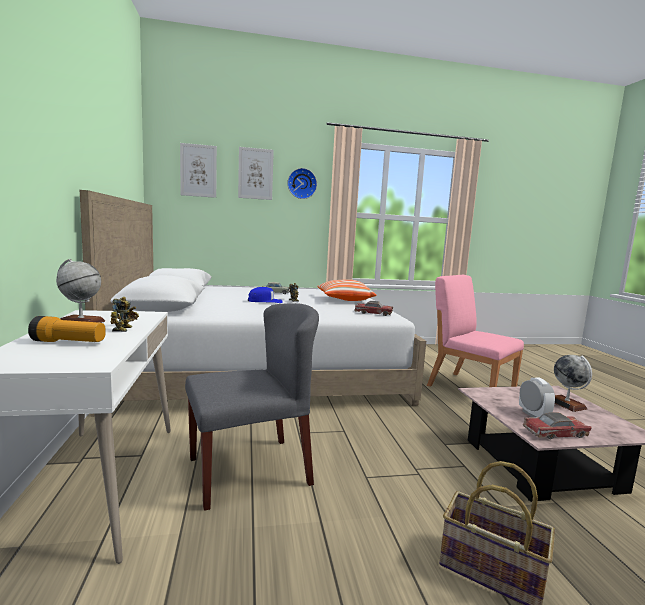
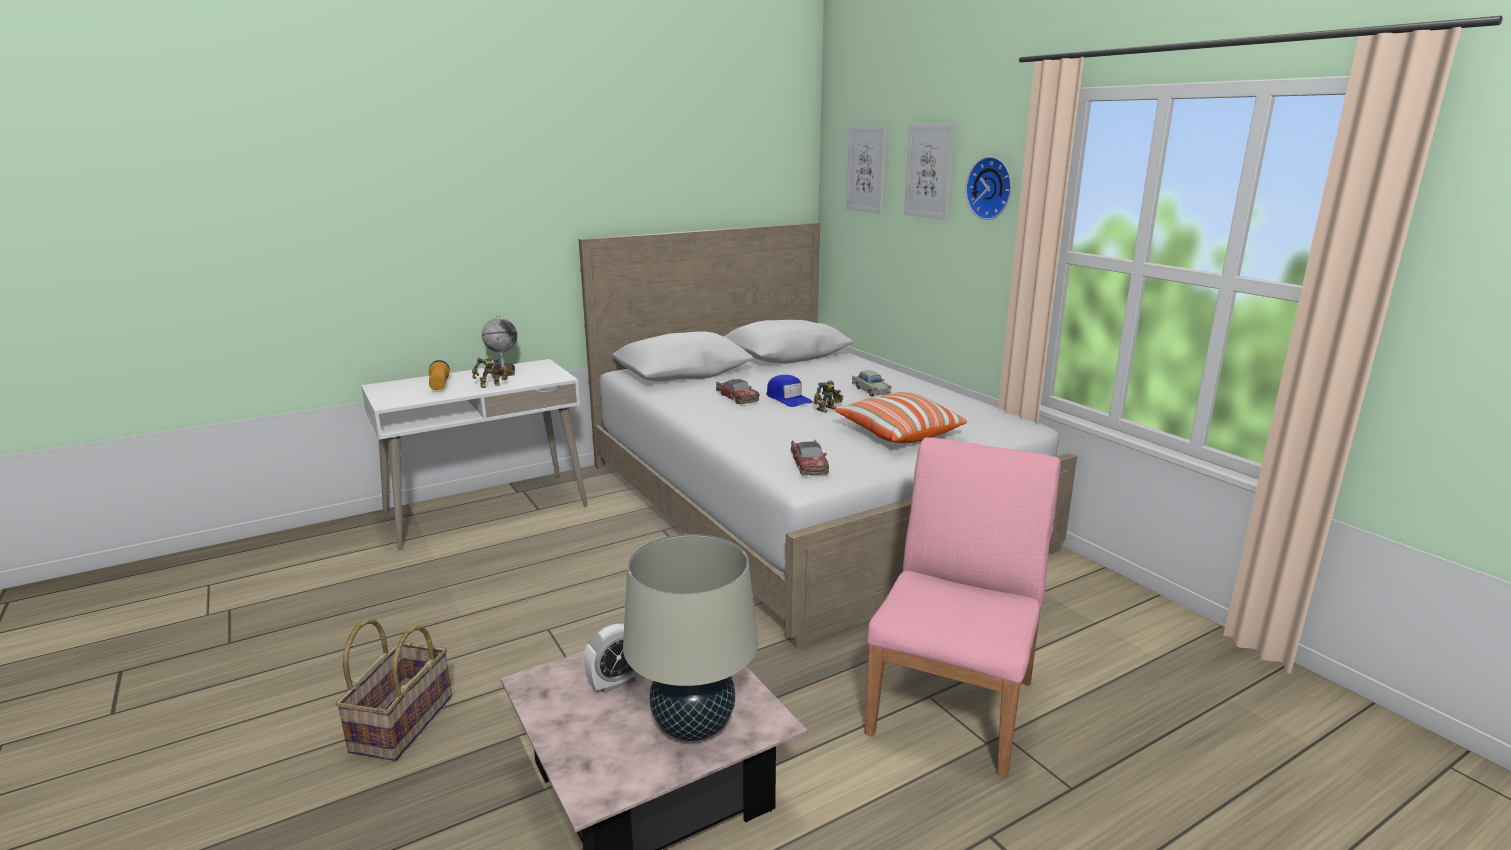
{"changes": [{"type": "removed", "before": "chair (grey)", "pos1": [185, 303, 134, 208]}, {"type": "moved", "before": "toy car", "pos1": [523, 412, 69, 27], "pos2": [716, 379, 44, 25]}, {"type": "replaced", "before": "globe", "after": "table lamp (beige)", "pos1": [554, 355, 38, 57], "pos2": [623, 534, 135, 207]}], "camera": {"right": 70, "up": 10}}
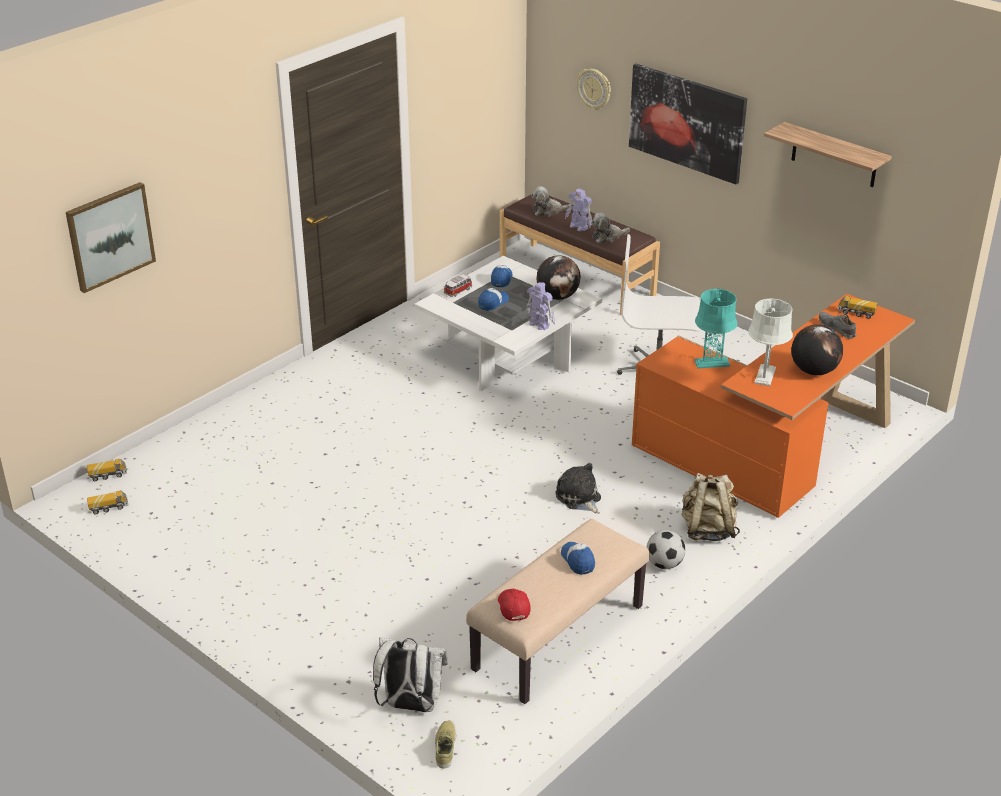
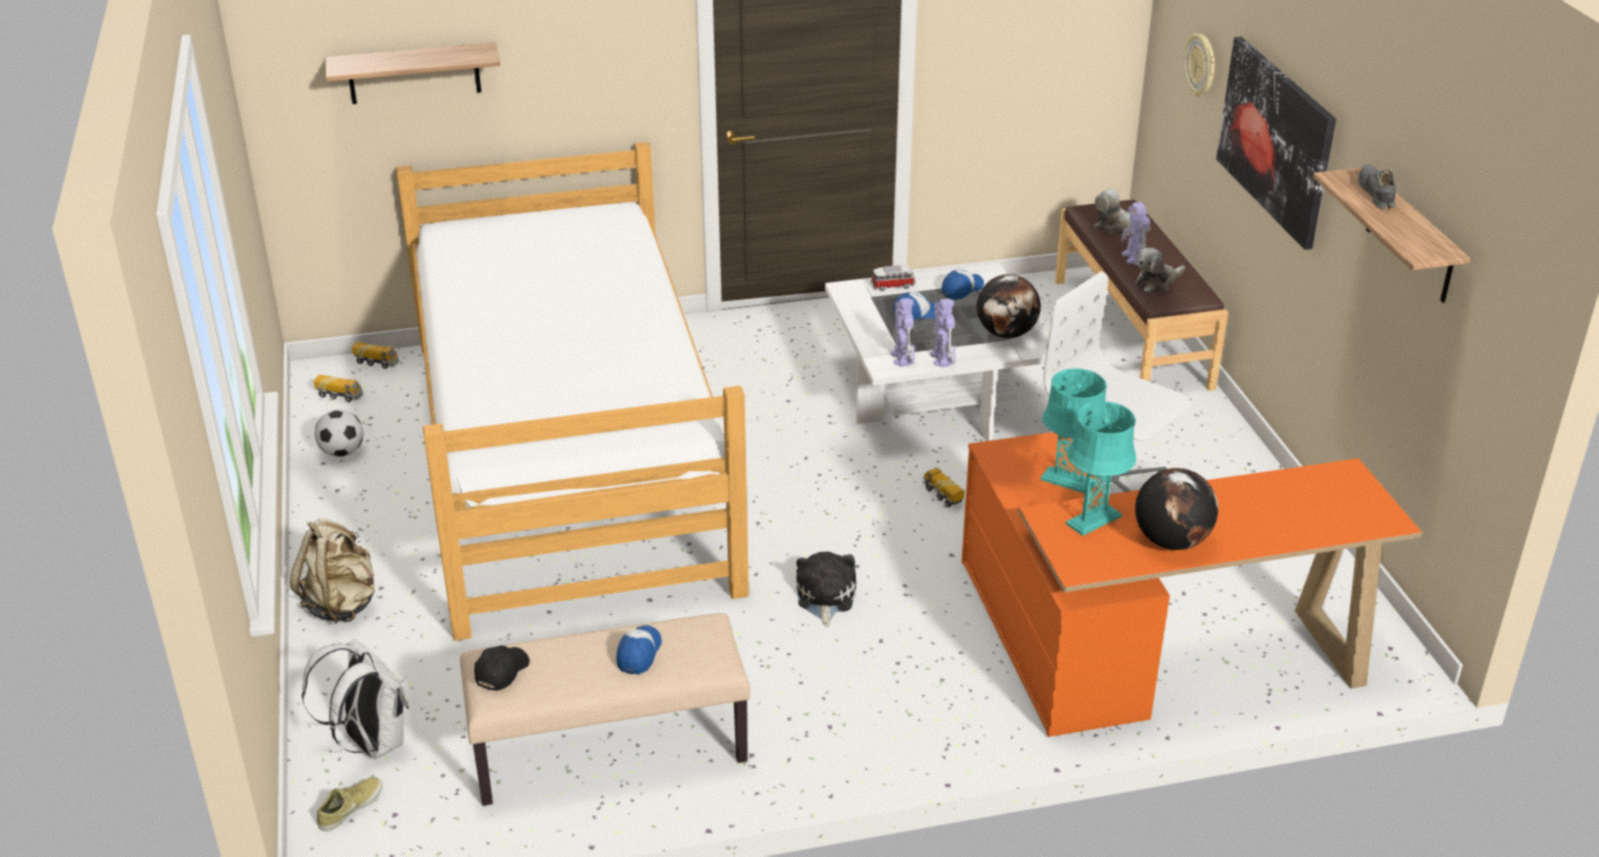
{"changes": [{"type": "replaced", "before": "picture", "after": "shelf", "pos1": [66, 182, 90, 111], "pos2": [325, 42, 175, 62]}, {"type": "recoloured", "before": "cap (red)", "after": "cap (black)", "pos1": [498, 589, 33, 32], "pos2": [474, 645, 56, 46]}, {"type": "turned", "before": "plush toy", "pos1": [591, 213, 39, 30], "pos2": [1135, 248, 50, 45], "turn": -45}, {"type": "moved", "before": "football", "pos1": [646, 530, 39, 39], "pos2": [315, 410, 48, 47]}, {"type": "moved", "before": "backpack (beige)", "pos1": [681, 473, 59, 68], "pos2": [290, 518, 85, 106]}, {"type": "recoloured", "before": "table lamp (white)", "after": "table lamp (turquoise)", "pos1": [748, 298, 45, 88], "pos2": [1066, 401, 70, 135]}, {"type": "moved", "before": "shoe (grey)", "pos1": [819, 312, 37, 27], "pos2": [1358, 165, 38, 43]}, {"type": "moved", "before": "toy truck", "pos1": [838, 296, 40, 23], "pos2": [923, 467, 42, 40]}, {"type": "added", "after": "bed", "pos2": [396, 142, 353, 499]}, {"type": "added", "after": "toy robot", "pos2": [891, 298, 24, 69]}], "camera": {"right": 35, "up": 0}}
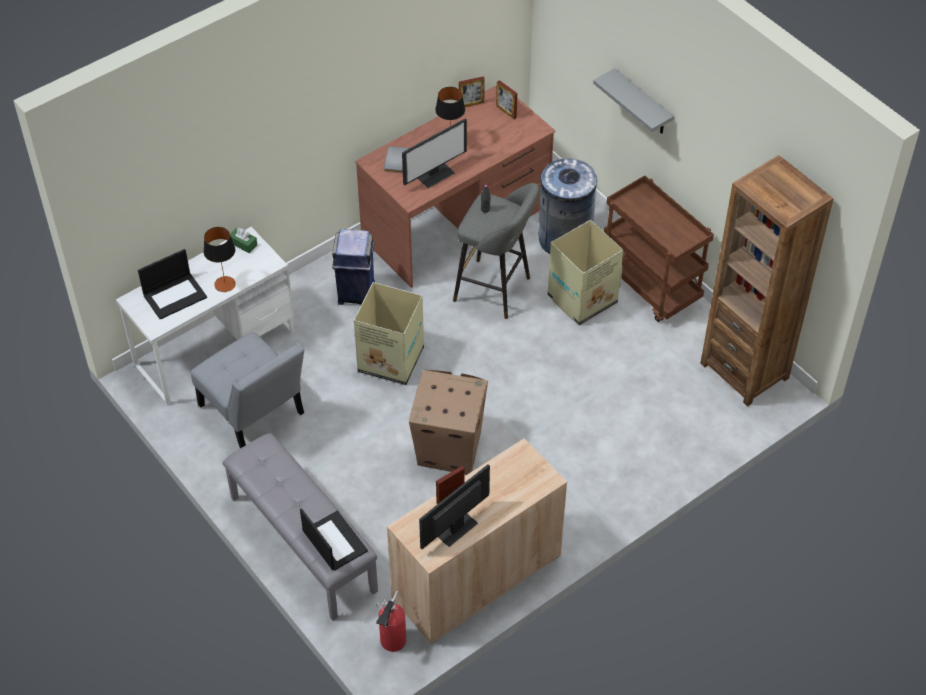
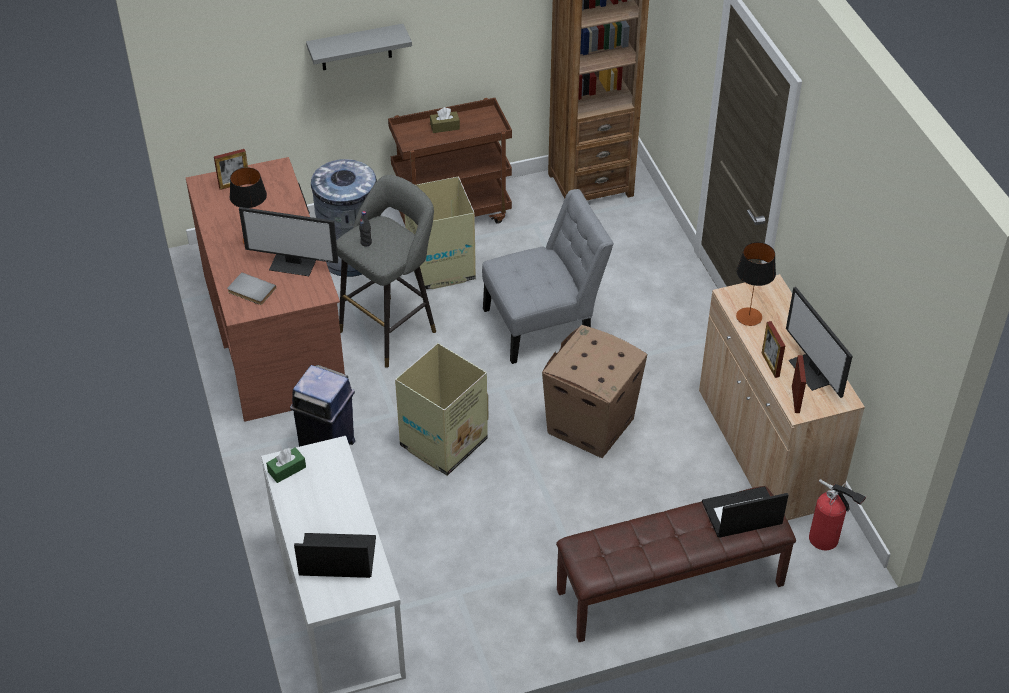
{"changes": [{"type": "turned", "before": "laptop", "pos1": [138, 249, 69, 70], "pos2": [294, 533, 82, 45], "turn": -75}, {"type": "moved", "before": "chair (grey)", "pos1": [191, 332, 114, 116], "pos2": [482, 189, 132, 175]}, {"type": "moved", "before": "table lamp", "pos1": [204, 227, 32, 65], "pos2": [736, 242, 40, 84]}, {"type": "recoloured", "before": "bench (grey)", "after": "bench (brown)", "pos1": [222, 433, 156, 188], "pos2": [556, 486, 240, 156]}, {"type": "turned", "before": "monitor", "pos1": [402, 118, 65, 70], "pos2": [239, 207, 99, 69], "turn": 120}, {"type": "moved", "before": "picture frame", "pos1": [459, 76, 26, 31], "pos2": [792, 355, 14, 58]}, {"type": "added", "after": "tissue box (brown)", "pos2": [430, 107, 30, 26]}], "camera": {"right": -70, "up": -5}}
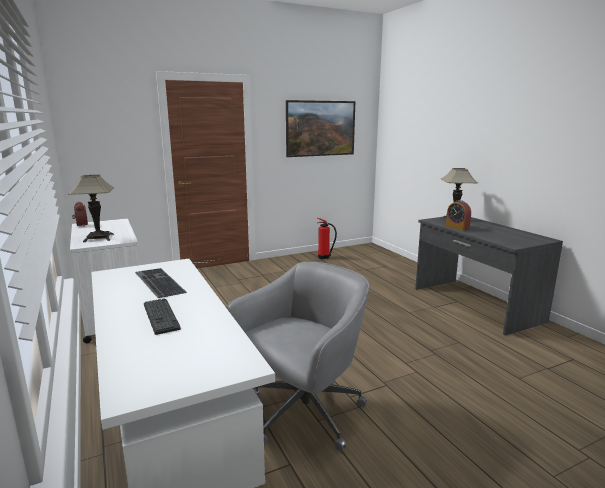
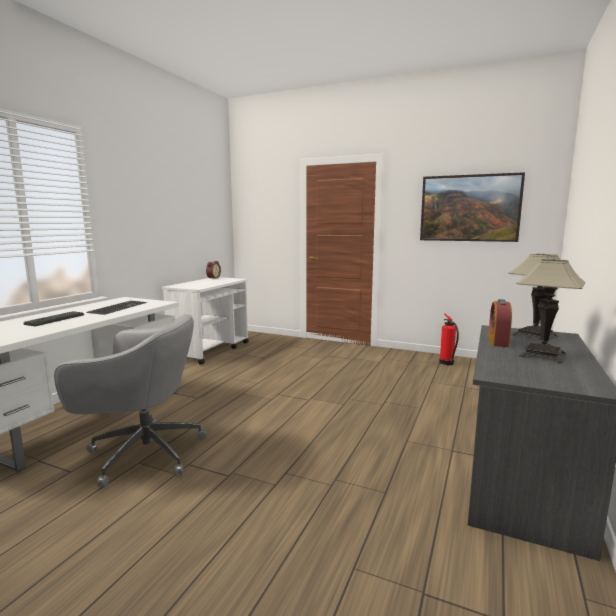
{"changes": [{"type": "moved", "before": "table lamp", "pos1": [69, 174, 45, 68], "pos2": [516, 259, 69, 104]}], "camera": {"right": 50, "up": -5}}
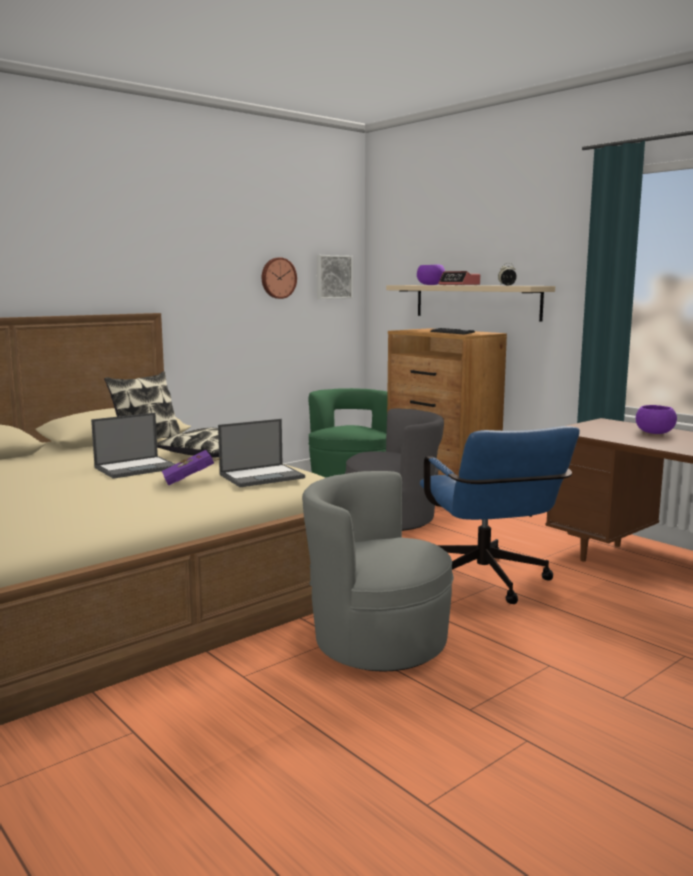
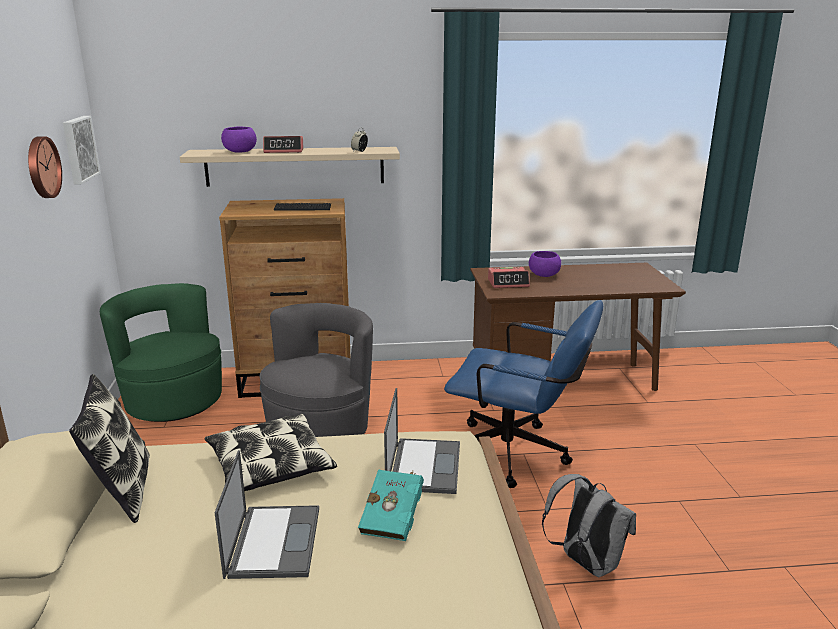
{"changes": [{"type": "recoloured", "before": "book (purple)", "after": "book (turquoise)", "pos1": [162, 450, 58, 36], "pos2": [358, 469, 66, 72]}, {"type": "replaced", "before": "armchair (grey)", "after": "backpack (grey)", "pos1": [302, 471, 152, 200], "pos2": [542, 474, 94, 103]}, {"type": "added", "after": "alarm clock", "pos2": [488, 267, 42, 21]}], "camera": {"right": -55, "up": 10}}
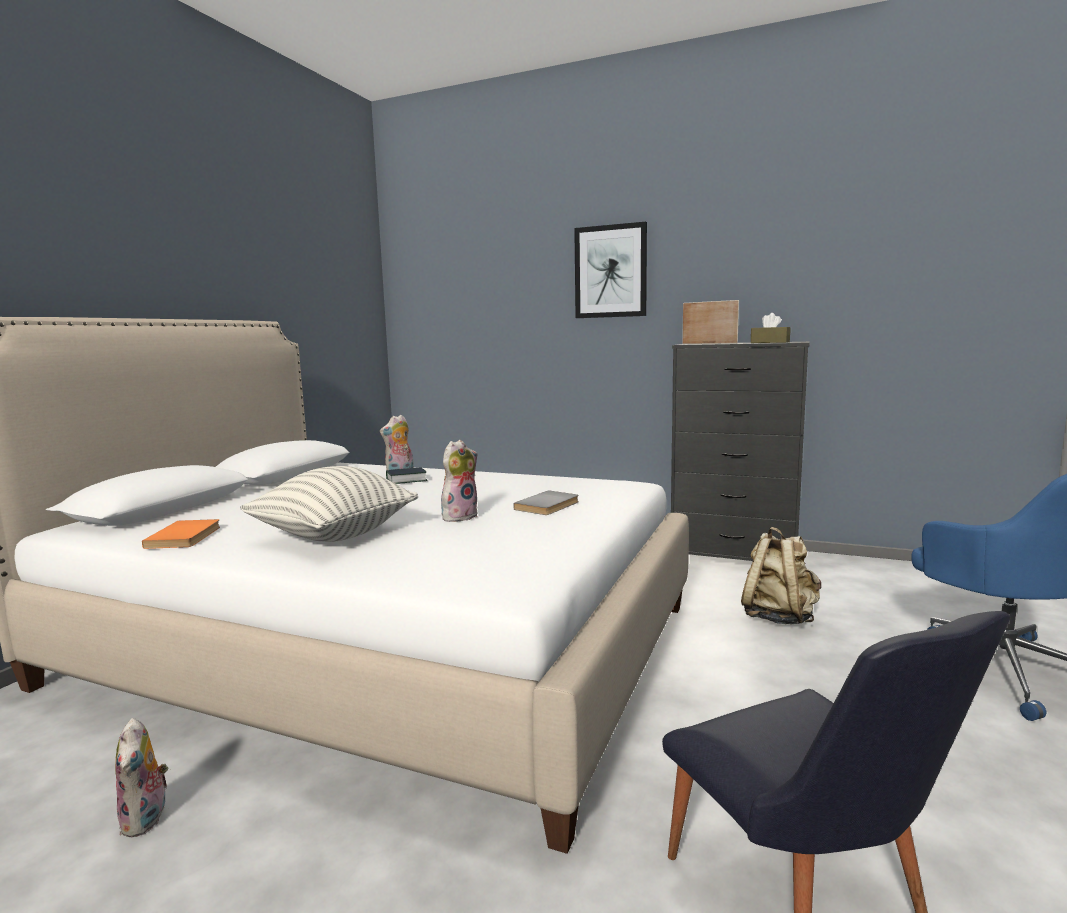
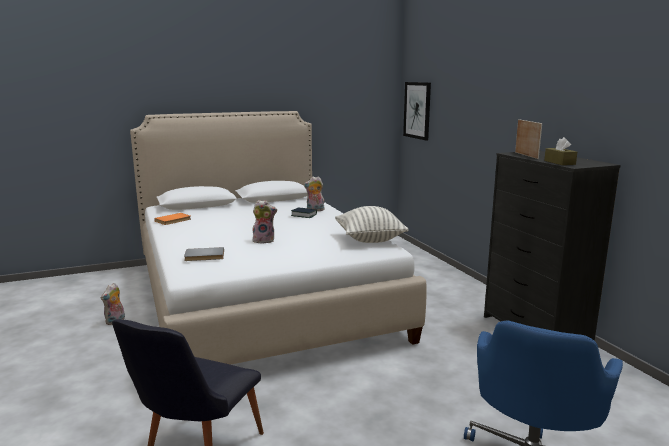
{"changes": [{"type": "moved", "before": "pillow", "pos1": [240, 466, 178, 76], "pos2": [335, 206, 73, 37]}, {"type": "moved", "before": "book (grey)", "pos1": [513, 490, 66, 25], "pos2": [184, 247, 40, 14]}, {"type": "moved", "before": "picture", "pos1": [574, 222, 73, 96], "pos2": [403, 82, 28, 58]}, {"type": "removed", "before": "backpack (beige)", "pos1": [741, 527, 80, 98]}], "camera": {"right": 45, "up": 5}}
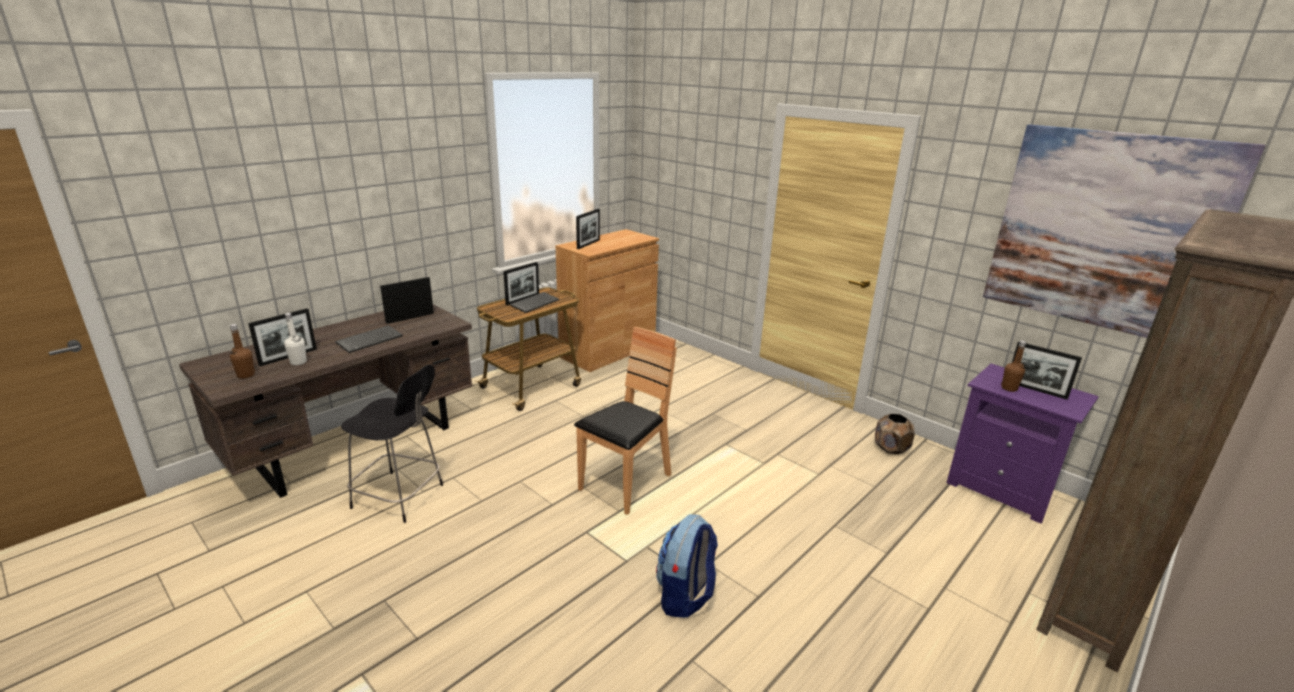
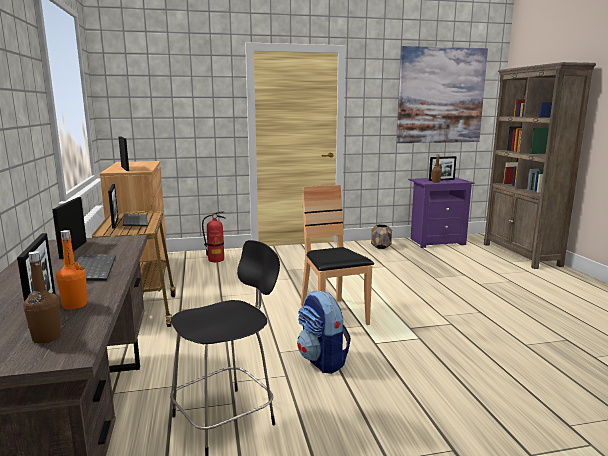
{"changes": [{"type": "recoloured", "before": "bottle (white)", "after": "bottle (orange)", "pos1": [284, 313, 23, 52], "pos2": [56, 230, 31, 80]}, {"type": "moved", "before": "backpack", "pos1": [656, 514, 62, 104], "pos2": [297, 290, 54, 84]}, {"type": "added", "after": "fire extinguisher", "pos2": [202, 211, 24, 51]}], "camera": {"right": -55, "up": -10}}
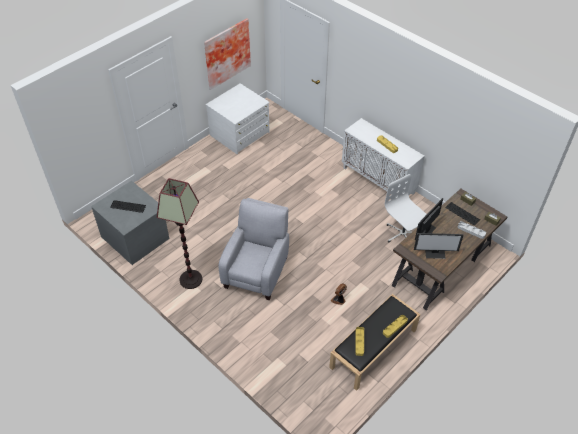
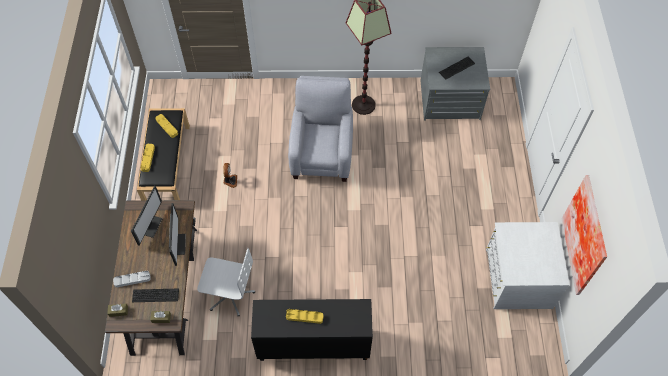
{"changes": [{"type": "turned", "before": "armchair (grey)", "pos1": [219, 198, 70, 102], "pos2": [288, 76, 65, 106], "turn": -150}, {"type": "recoloured", "before": "cabinet (white)", "after": "cabinet (black)", "pos1": [342, 118, 83, 79], "pos2": [251, 299, 122, 62]}, {"type": "turned", "before": "monitor", "pos1": [414, 233, 50, 26], "pos2": [131, 186, 32, 60], "turn": 150}], "camera": {"right": 135, "up": 10}}
